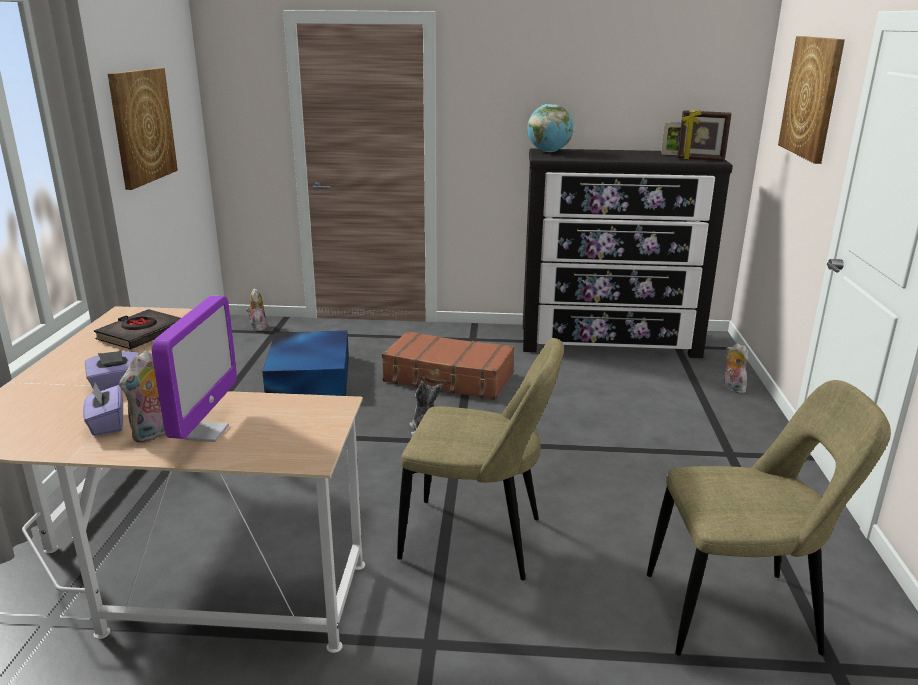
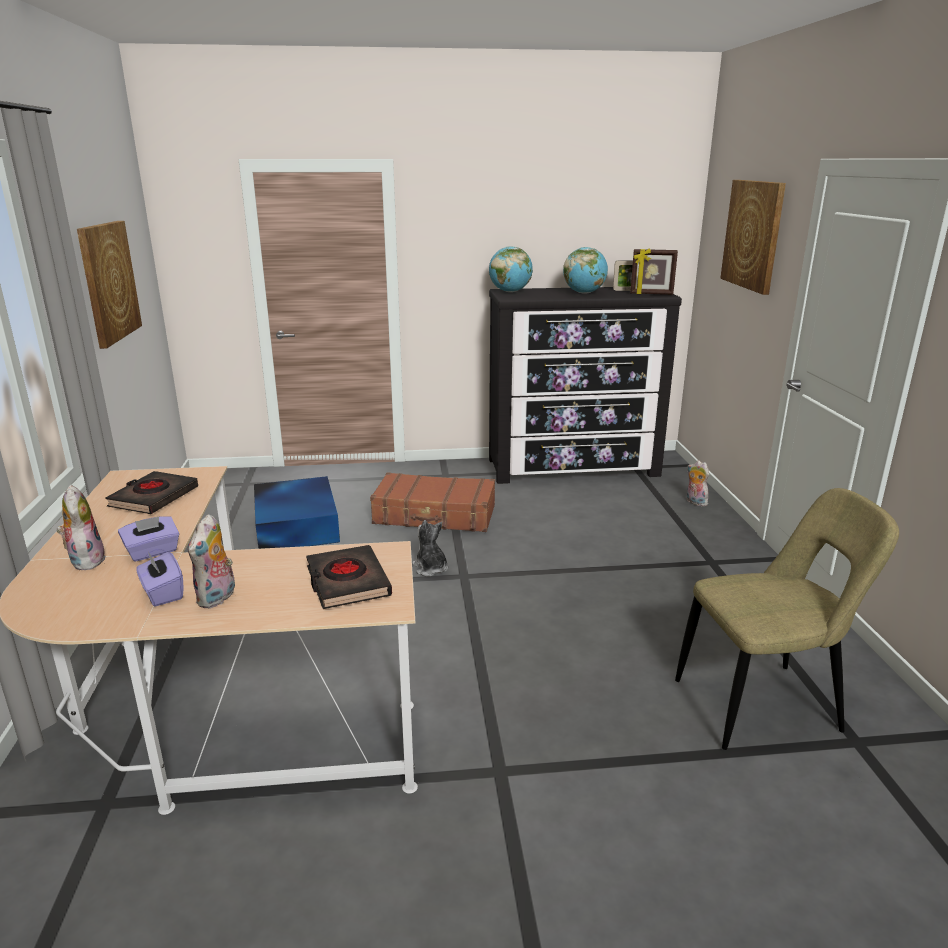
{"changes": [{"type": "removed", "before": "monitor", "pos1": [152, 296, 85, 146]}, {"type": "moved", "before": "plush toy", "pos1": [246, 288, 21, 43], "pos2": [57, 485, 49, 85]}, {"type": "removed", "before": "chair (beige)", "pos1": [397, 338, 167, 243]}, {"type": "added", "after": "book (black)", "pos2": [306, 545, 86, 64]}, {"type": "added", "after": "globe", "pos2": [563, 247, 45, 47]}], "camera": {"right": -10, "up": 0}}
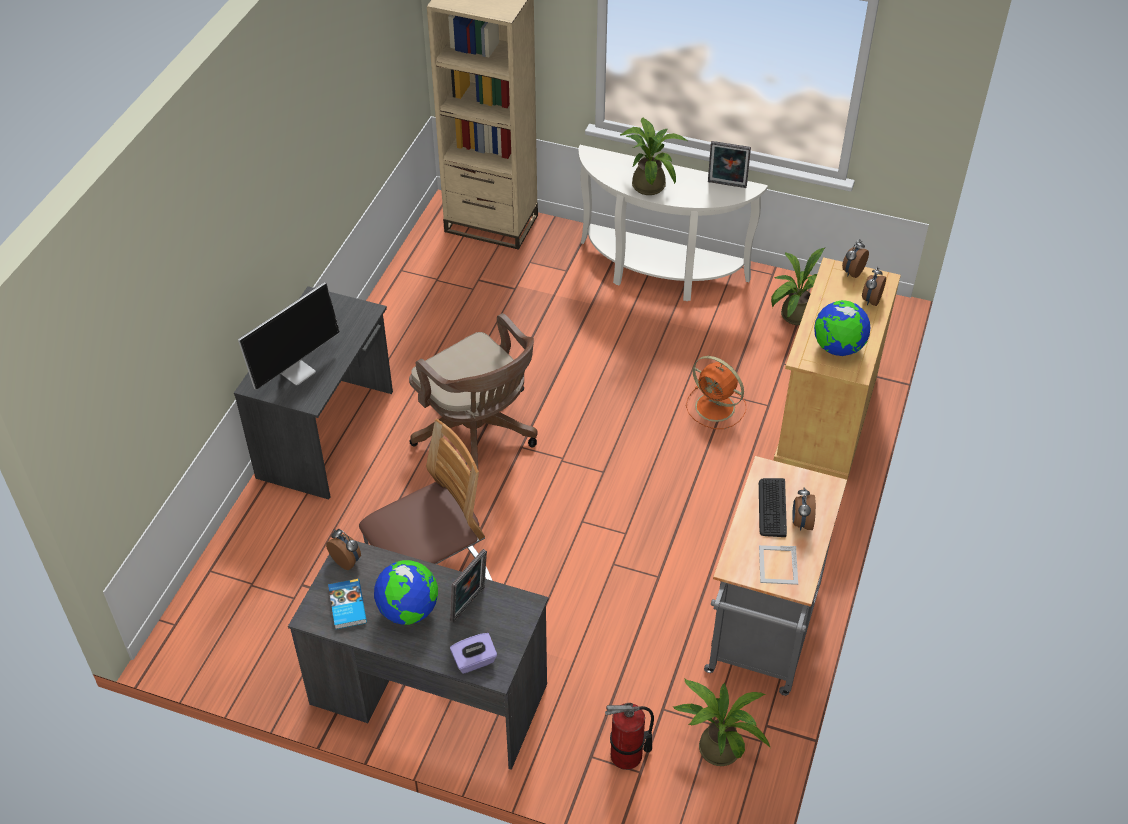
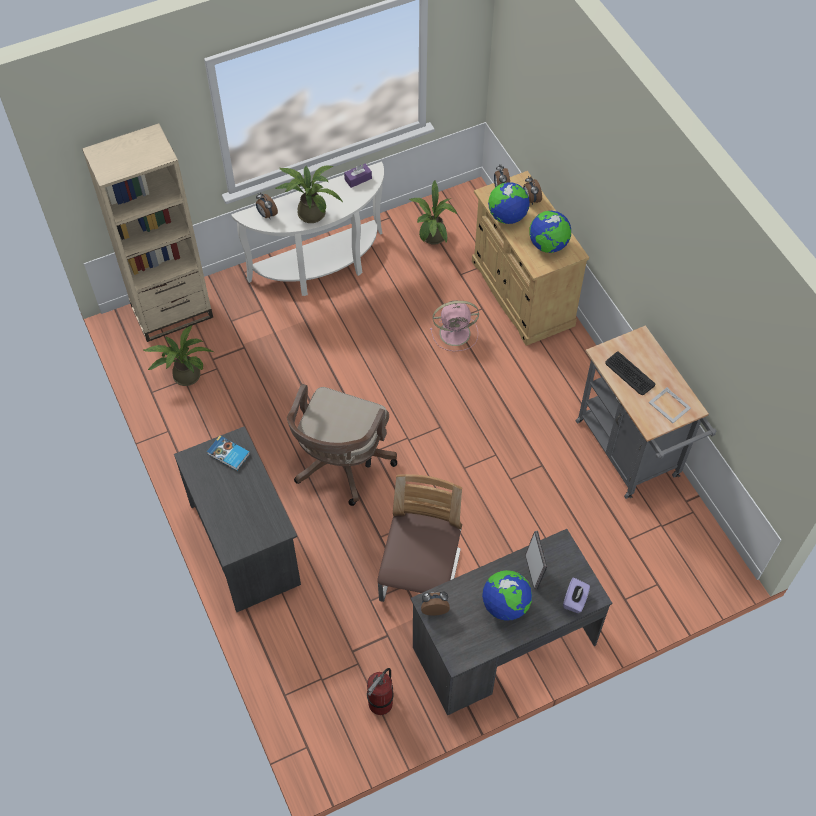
{"changes": [{"type": "removed", "before": "monitor", "pos1": [238, 282, 102, 108]}, {"type": "moved", "before": "book", "pos1": [328, 579, 39, 50], "pos2": [207, 436, 43, 35]}, {"type": "turned", "before": "office chair (brown)", "pos1": [409, 313, 129, 159], "pos2": [287, 384, 110, 122], "turn": 105}, {"type": "moved", "before": "fire extinguisher", "pos1": [605, 703, 49, 67], "pos2": [367, 668, 27, 47]}, {"type": "moved", "before": "potted plant", "pos1": [673, 679, 97, 87], "pos2": [144, 325, 70, 61]}, {"type": "recoloured", "before": "fan (orange)", "after": "fan (pink)", "pos1": [686, 356, 60, 73], "pos2": [430, 300, 49, 51]}, {"type": "replaced", "before": "picture frame", "after": "tissue box (purple)", "pos1": [708, 141, 43, 47], "pos2": [344, 163, 28, 25]}, {"type": "moved", "before": "alarm clock", "pos1": [792, 487, 24, 44], "pos2": [256, 193, 22, 26]}, {"type": "added", "after": "globe", "pos2": [488, 182, 42, 42]}], "camera": {"right": -45, "up": 10}}
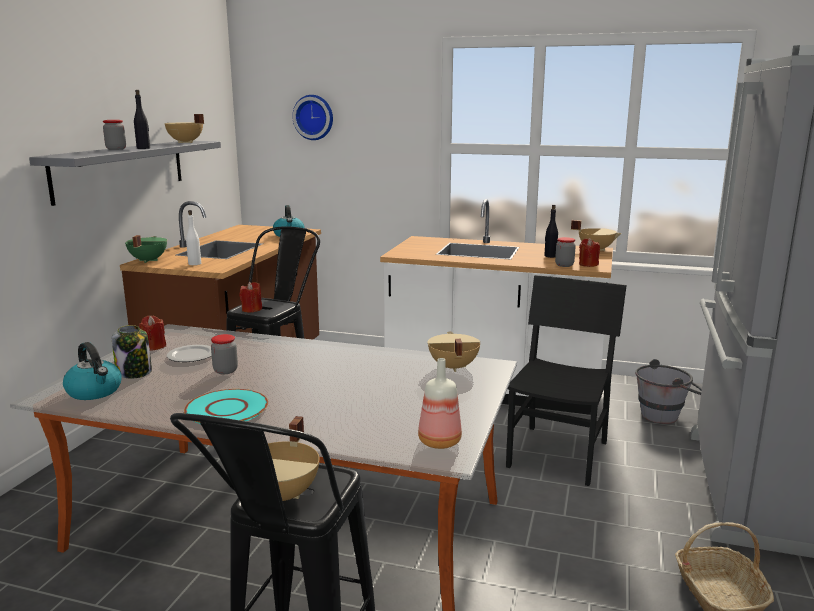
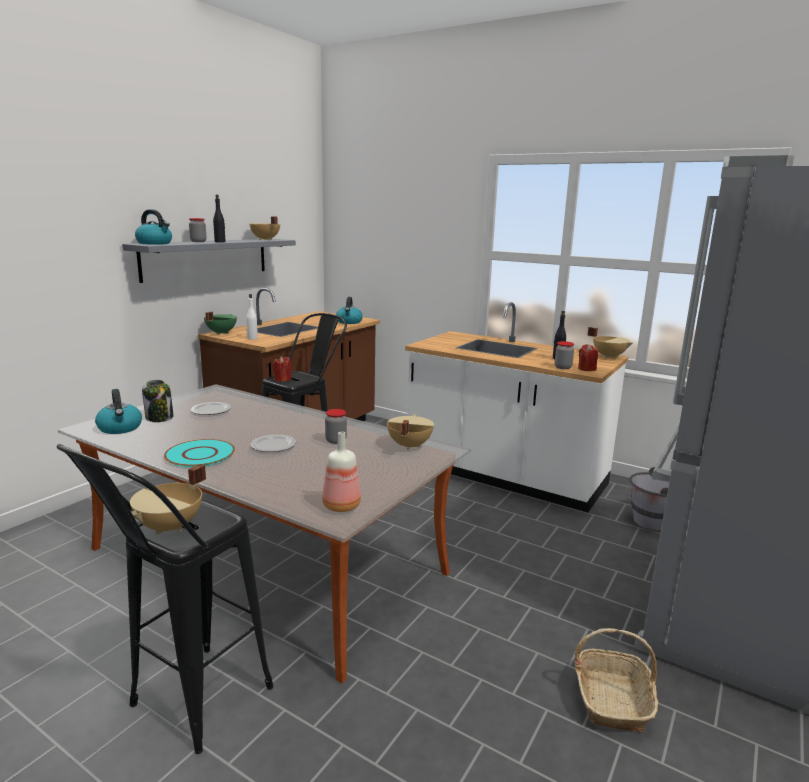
{"changes": [{"type": "removed", "before": "candle (red)", "pos1": [139, 316, 27, 35]}, {"type": "moved", "before": "jar", "pos1": [211, 334, 27, 40], "pos2": [325, 409, 22, 35]}, {"type": "removed", "before": "wall clock", "pos1": [292, 95, 41, 45]}, {"type": "removed", "before": "chair (black)", "pos1": [506, 275, 121, 211]}, {"type": "added", "after": "kettle", "pos2": [135, 209, 37, 36]}, {"type": "added", "after": "plate", "pos2": [251, 435, 45, 17]}], "camera": {"right": 15, "up": 0}}
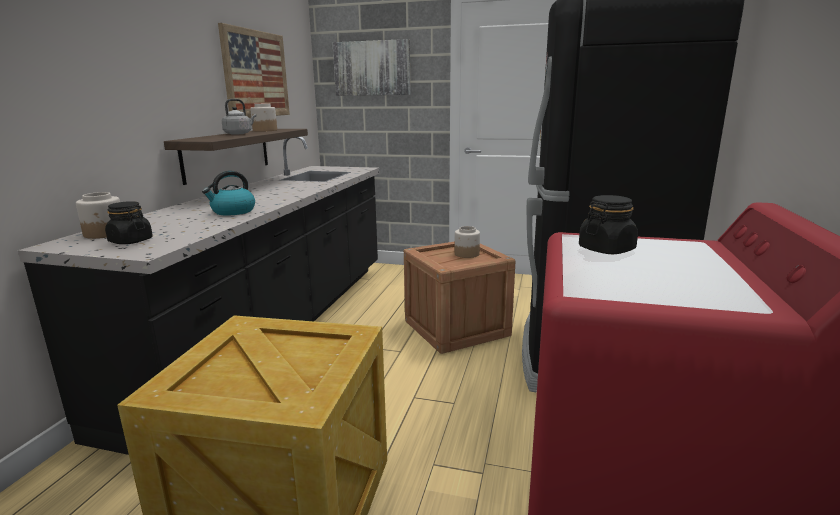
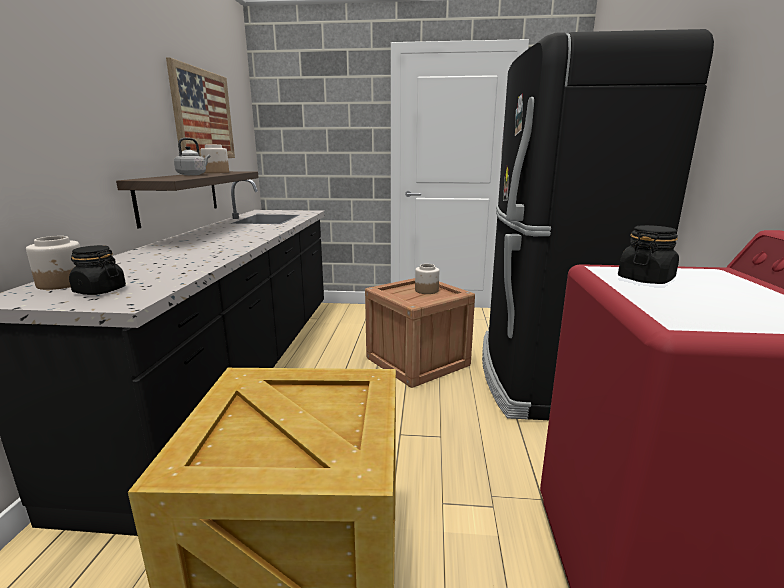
{"changes": [{"type": "removed", "before": "kettle", "pos1": [202, 171, 53, 45]}, {"type": "removed", "before": "picture", "pos1": [333, 39, 78, 57]}], "camera": {"right": -10, "up": 0}}
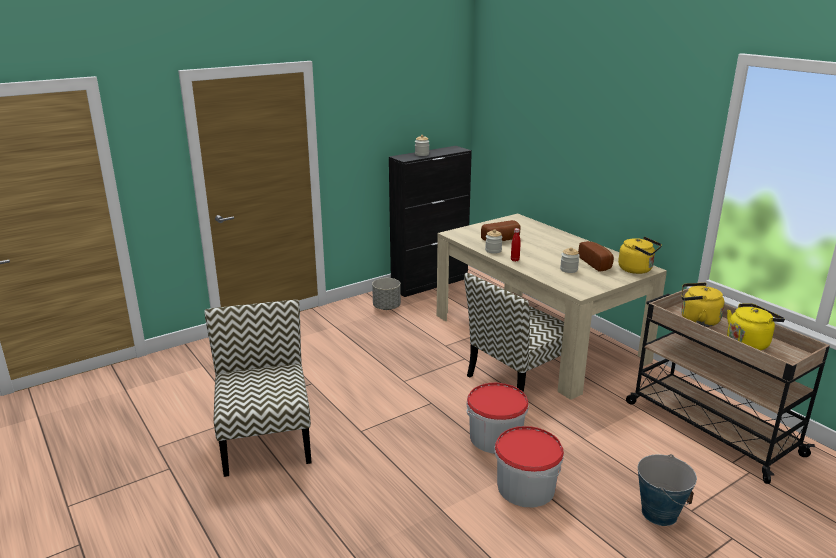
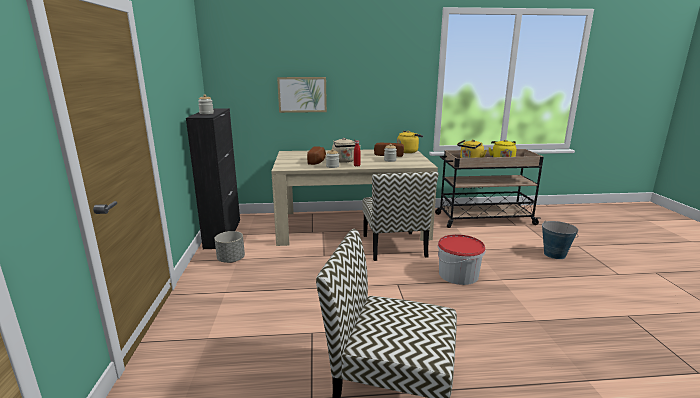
{"changes": [{"type": "removed", "before": "bucket", "pos1": [494, 426, 70, 81]}, {"type": "added", "after": "picture", "pos2": [277, 77, 50, 36]}, {"type": "added", "after": "kettle (beige)", "pos2": [332, 138, 29, 25]}], "camera": {"right": -60, "up": -5}}
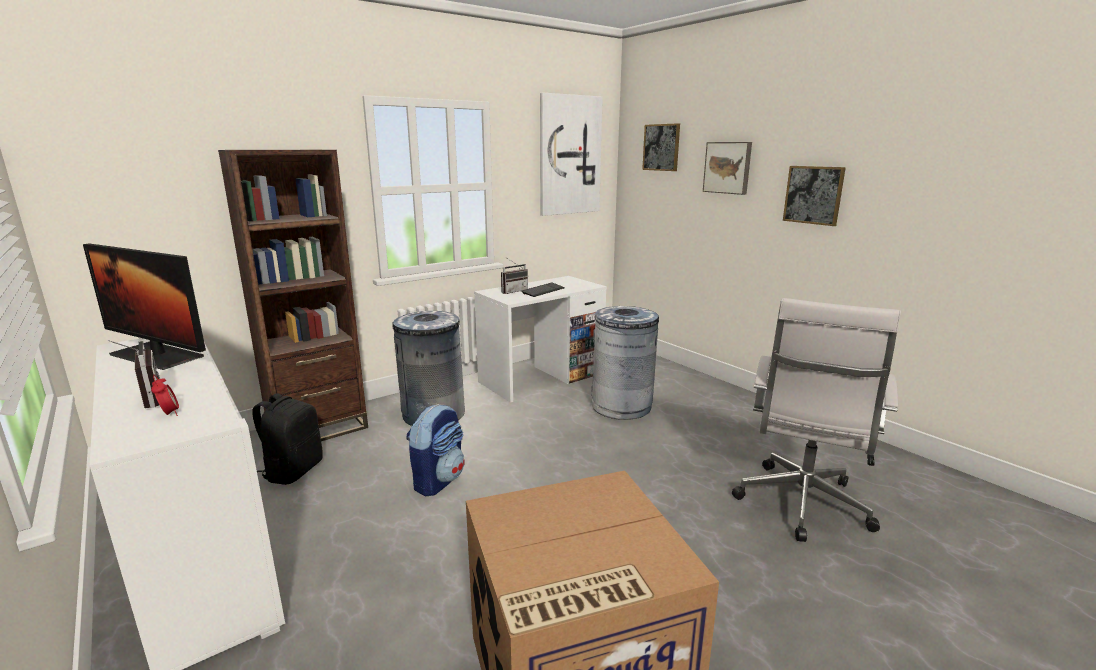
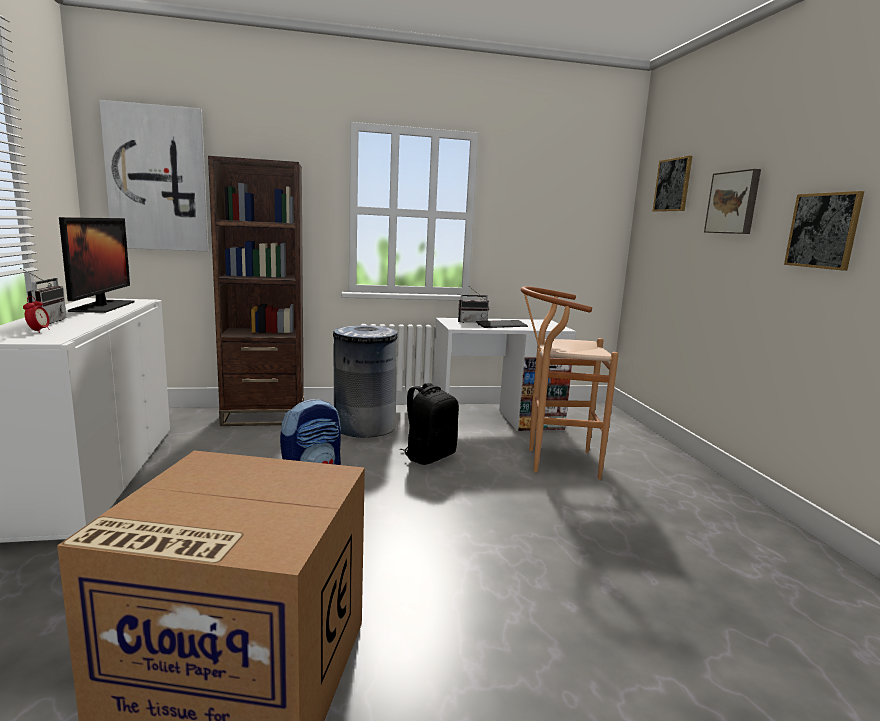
{"changes": [{"type": "turned", "before": "monitor", "pos1": [83, 243, 123, 127], "pos2": [59, 217, 76, 96], "turn": -150}, {"type": "moved", "before": "backpack (black)", "pos1": [252, 394, 71, 91], "pos2": [399, 383, 60, 82]}, {"type": "moved", "before": "picture", "pos1": [540, 93, 63, 123], "pos2": [99, 100, 109, 151]}, {"type": "replaced", "before": "trash can (grey)", "after": "stool (brown)", "pos1": [591, 306, 68, 114], "pos2": [521, 286, 98, 194]}, {"type": "removed", "before": "office chair (white)", "pos1": [732, 298, 169, 244]}], "camera": {"right": 25, "up": -5}}
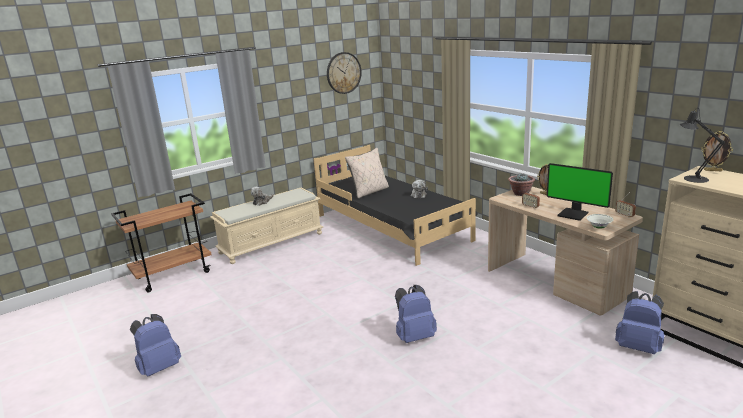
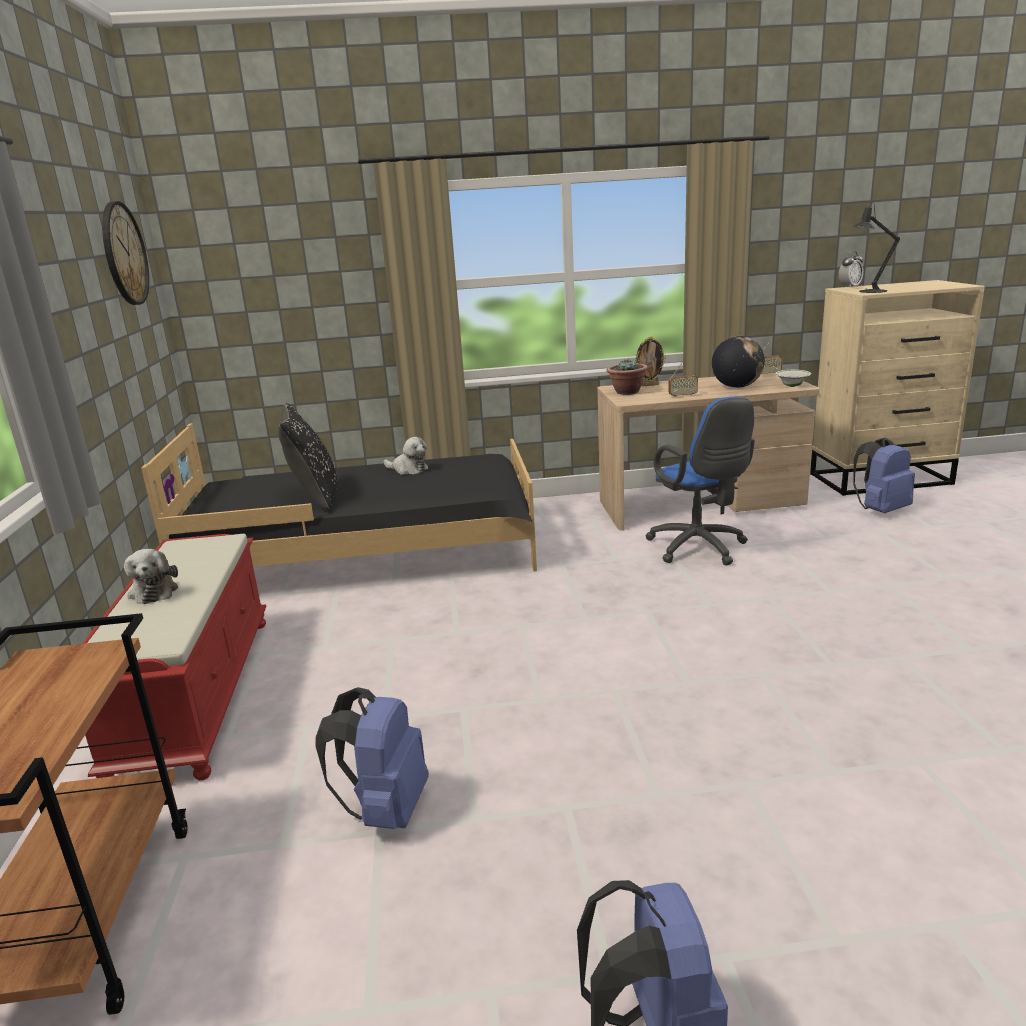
{"changes": [{"type": "recoloured", "before": "bench (beige)", "after": "bench (red)", "pos1": [210, 188, 113, 76], "pos2": [82, 534, 184, 246]}, {"type": "recoloured", "before": "pillow (beige)", "after": "pillow (black)", "pos1": [345, 148, 44, 51], "pos2": [278, 403, 59, 107]}, {"type": "moved", "before": "backpack (blue)", "pos1": [395, 285, 42, 58], "pos2": [315, 687, 114, 142]}, {"type": "replaced", "before": "monitor", "after": "globe", "pos1": [547, 163, 66, 58], "pos2": [712, 336, 53, 52]}, {"type": "replaced", "before": "picture frame", "after": "alarm clock", "pos1": [701, 131, 32, 40], "pos2": [839, 251, 24, 38]}, {"type": "added", "after": "office chair (blue)", "pos2": [645, 397, 110, 168]}], "camera": {"right": -60, "up": 0}}
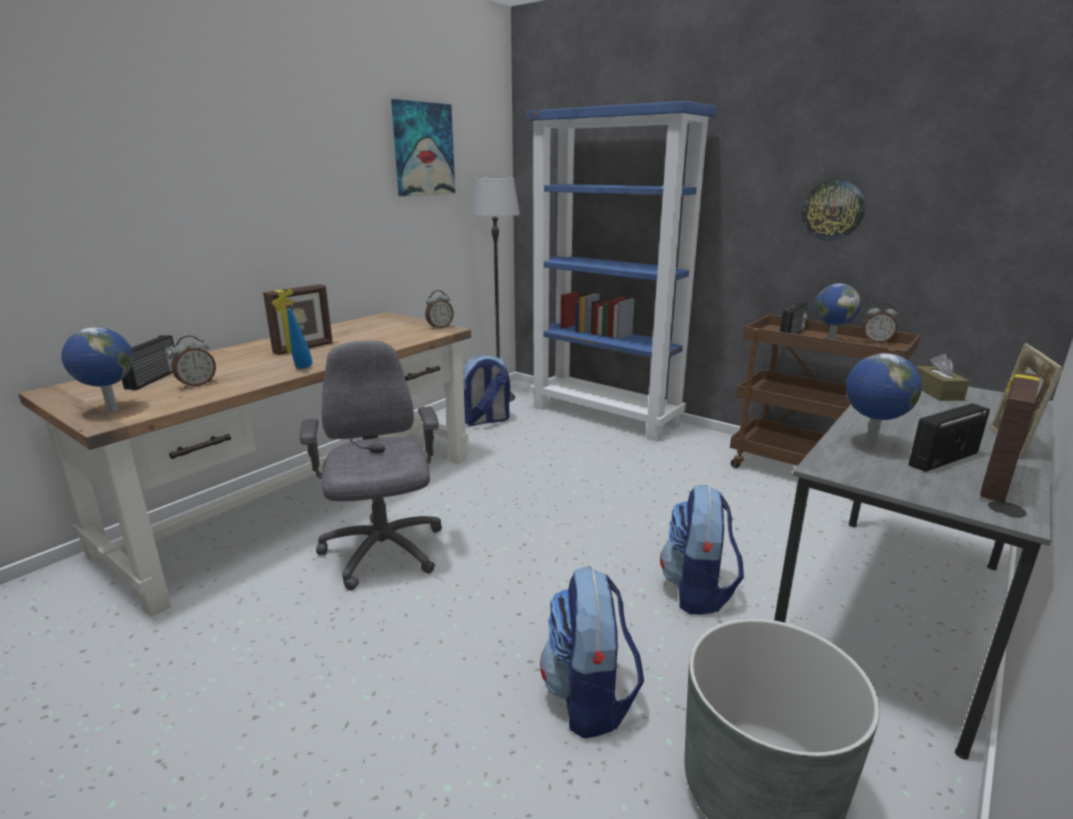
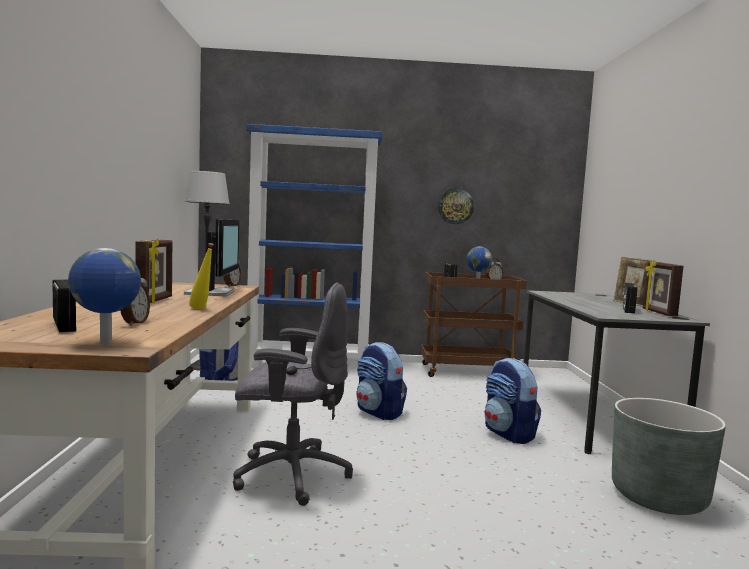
{"changes": [{"type": "recoloured", "before": "bottle (blue)", "after": "bottle (yellow)", "pos1": [285, 303, 28, 66], "pos2": [189, 243, 25, 66]}, {"type": "turned", "before": "office chair (grey)", "pos1": [300, 340, 142, 251], "pos2": [233, 283, 120, 223], "turn": 150}, {"type": "removed", "before": "picture", "pos1": [391, 99, 64, 97]}, {"type": "moved", "before": "backpack", "pos1": [540, 566, 104, 173], "pos2": [356, 342, 51, 78]}, {"type": "removed", "before": "globe", "pos1": [846, 353, 76, 95]}, {"type": "removed", "before": "tissue box (brown)", "pos1": [916, 354, 54, 47]}, {"type": "added", "after": "monitor", "pos2": [184, 219, 55, 77]}], "camera": {"right": -40, "up": -15}}
